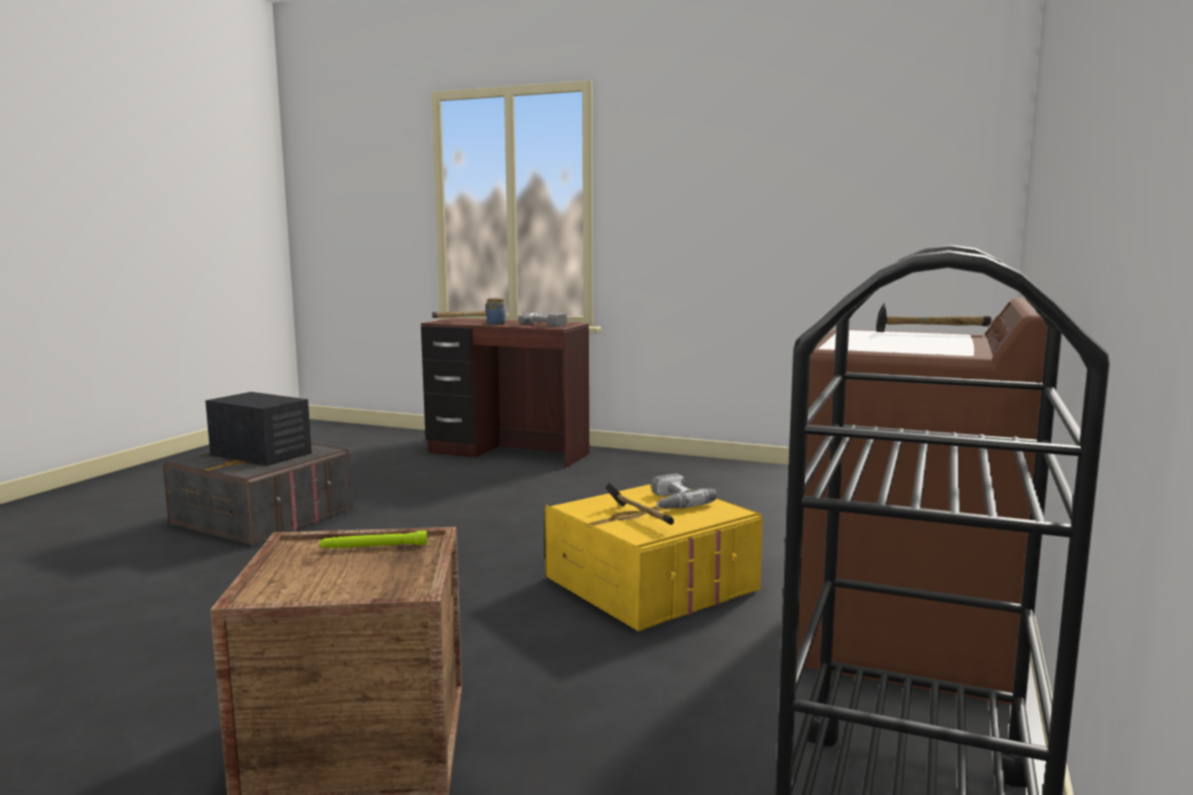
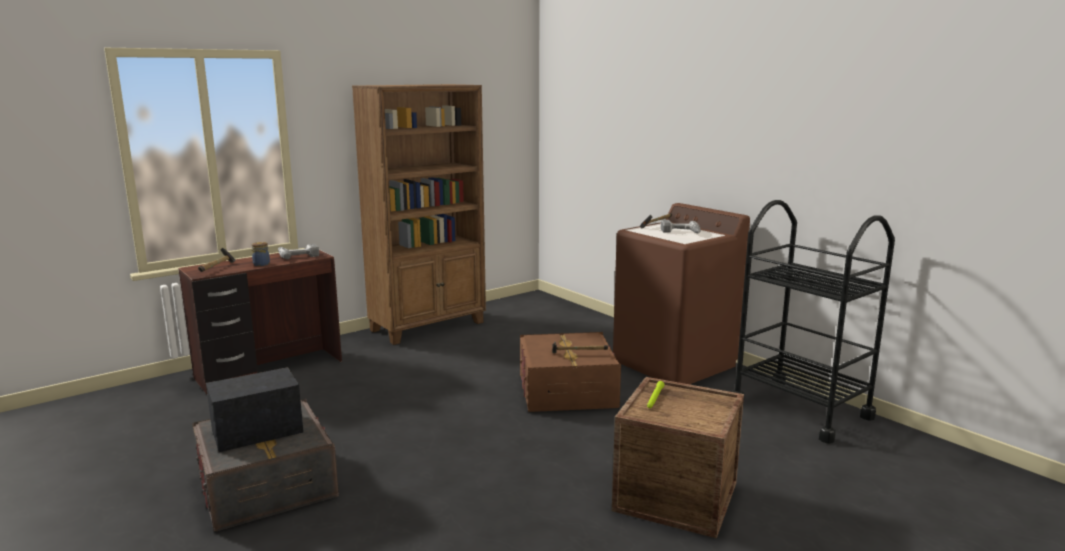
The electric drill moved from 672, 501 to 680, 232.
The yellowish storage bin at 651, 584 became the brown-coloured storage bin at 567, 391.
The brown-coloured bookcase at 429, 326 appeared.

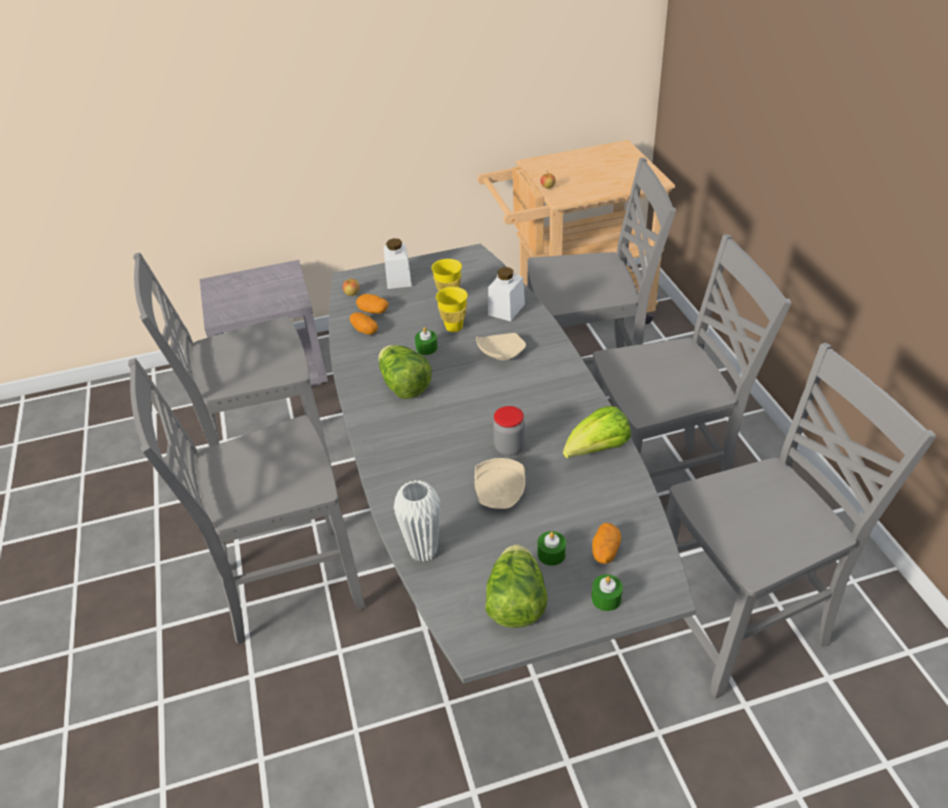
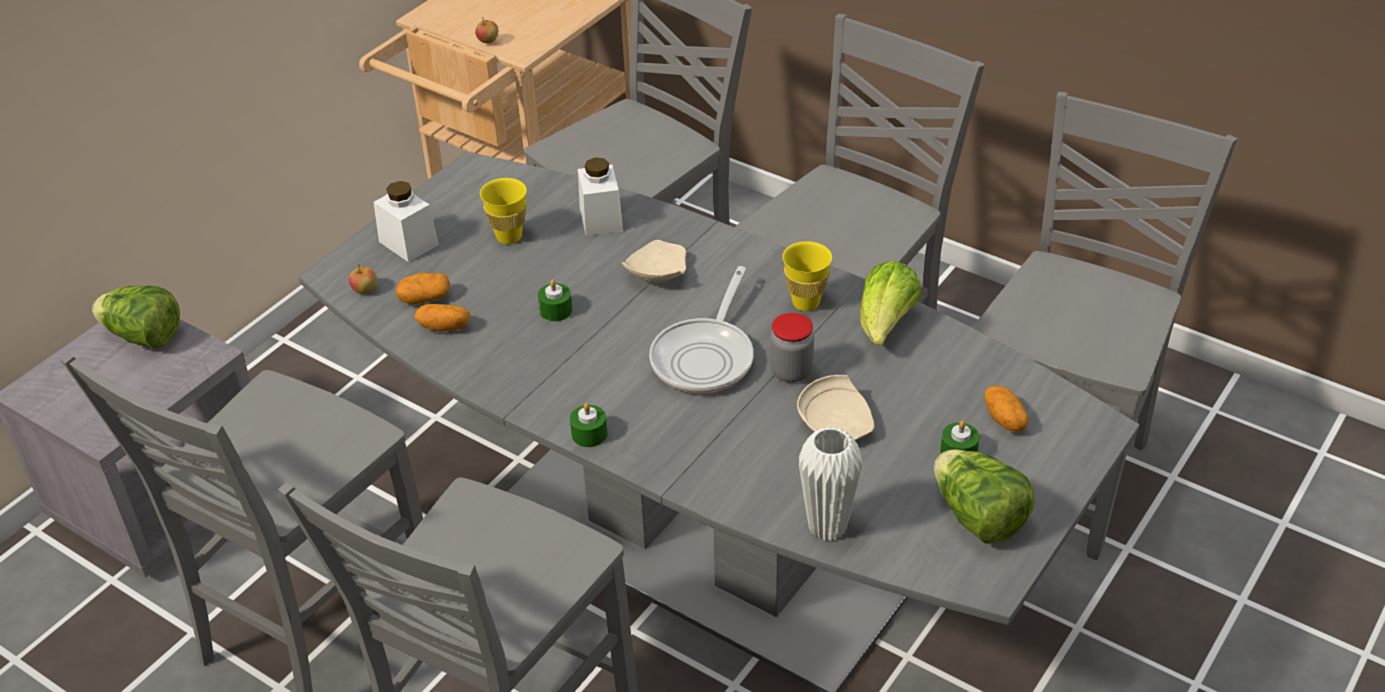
The yellowish cup moved from 454, 327 to 806, 303.
The head of lettuce moved from 404, 386 to 144, 337.
The greenish wax light moved from 606, 598 to 589, 434.
The pan at 706, 356 appeared.

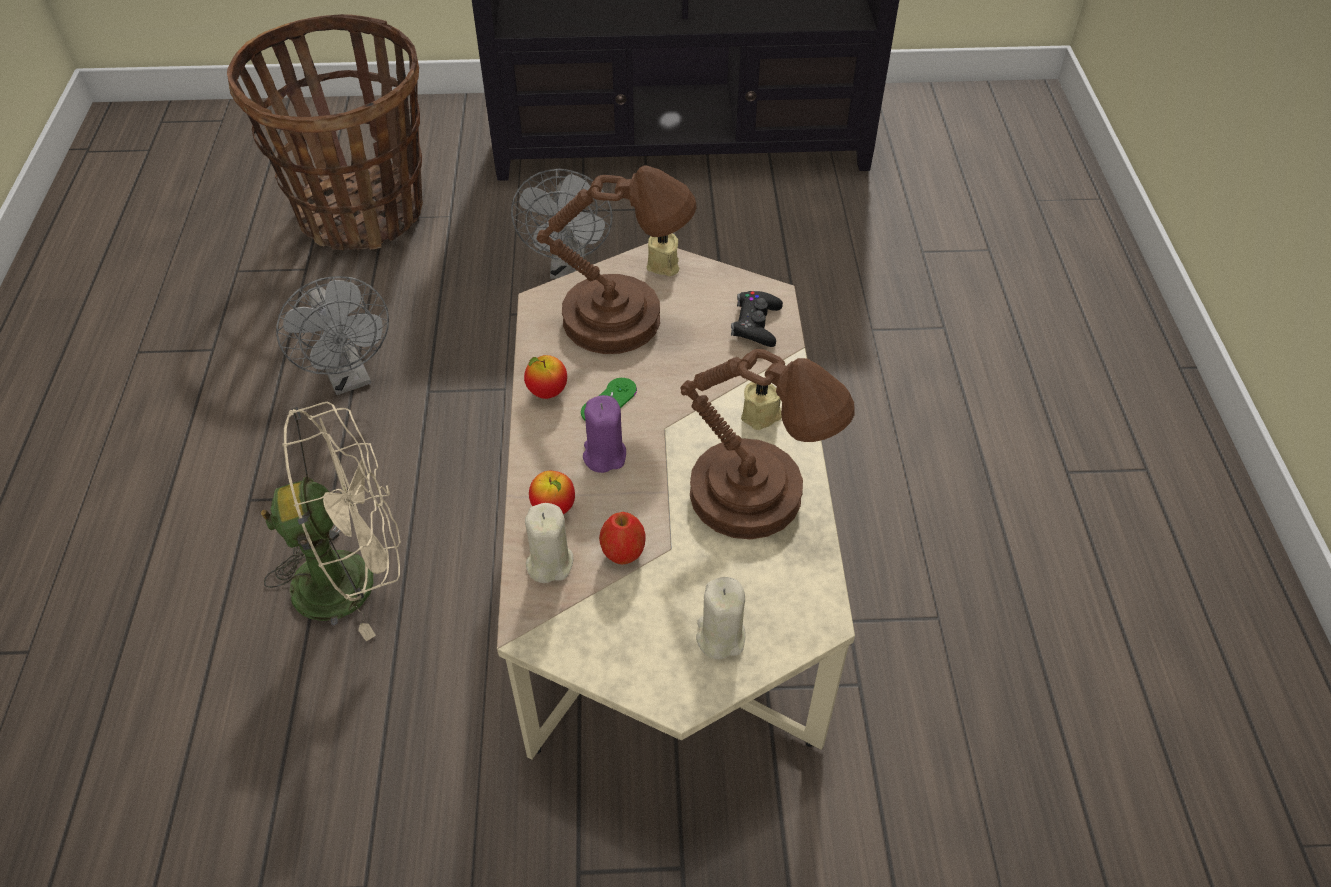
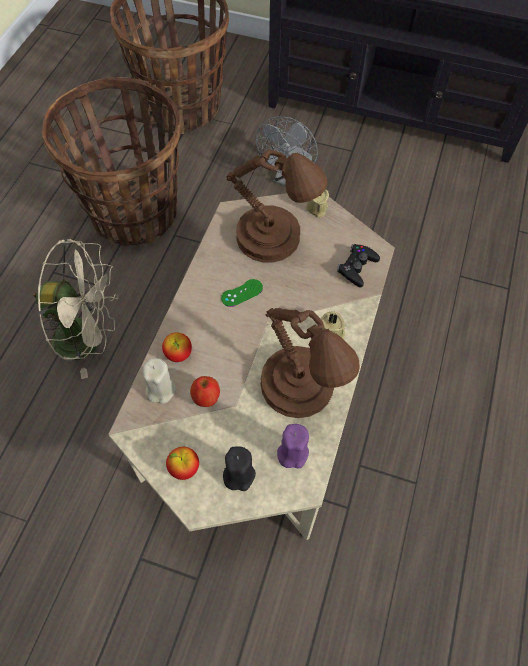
The gray electric fan at 349, 377 was replaced by the basket at 134, 213.
The whole apple moved from 547, 392 to 184, 468.
The purple wax light moved from 604, 455 to 292, 453.
The sand-coloured wax light at 720, 636 became the black-coloured wax light at 239, 474.

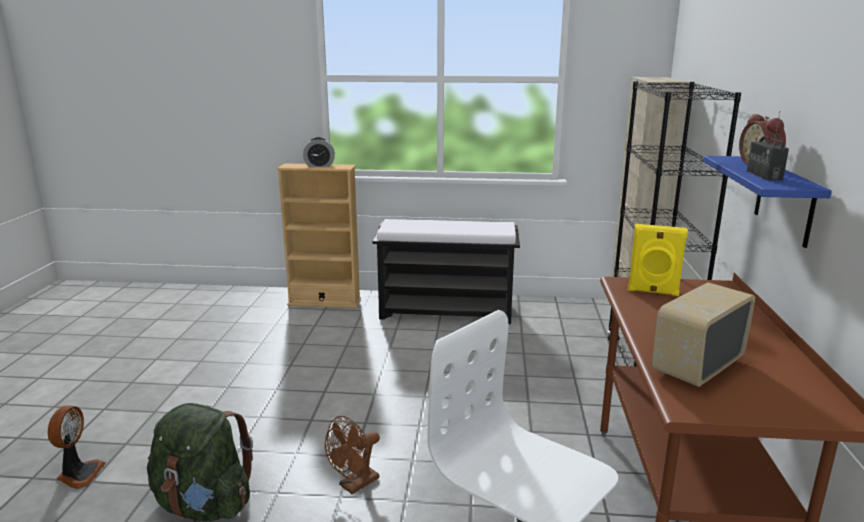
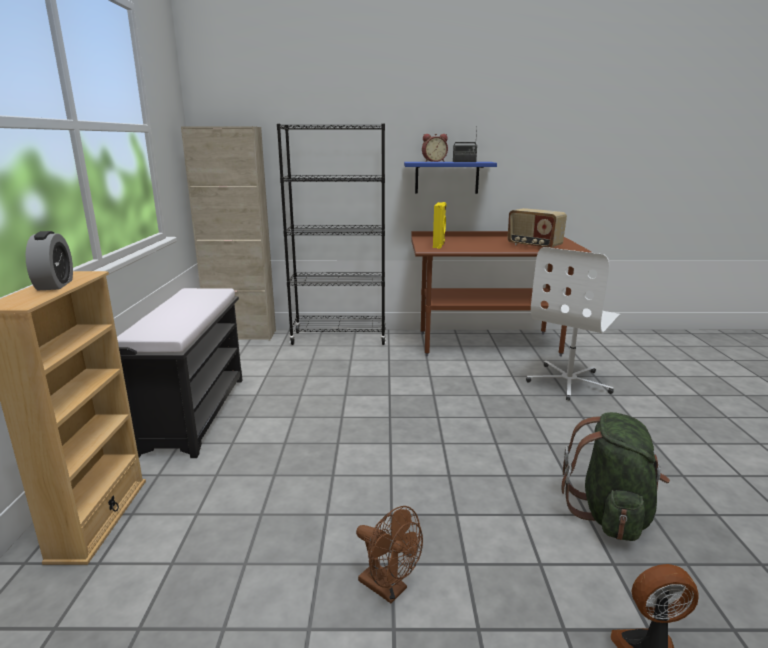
The brown-coloured electric fan moved from 354, 485 to 389, 588.

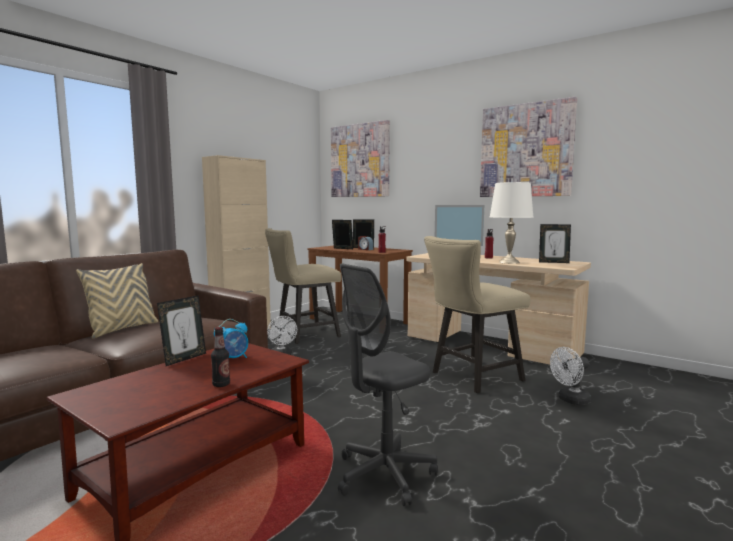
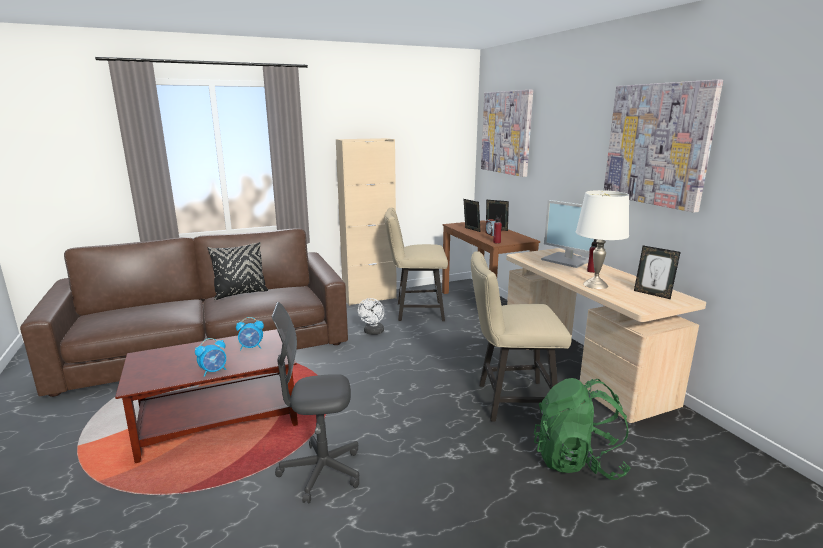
The sand-coloured throw pillow at 122, 329 became the black-coloured throw pillow at 240, 293.
The picture frame at 184, 359 disappeared.
The drink bottle at 221, 384 was replaced by the table clock at 214, 371.
The white electric fan at 570, 400 was replaced by the greenish knapsack at 577, 461.

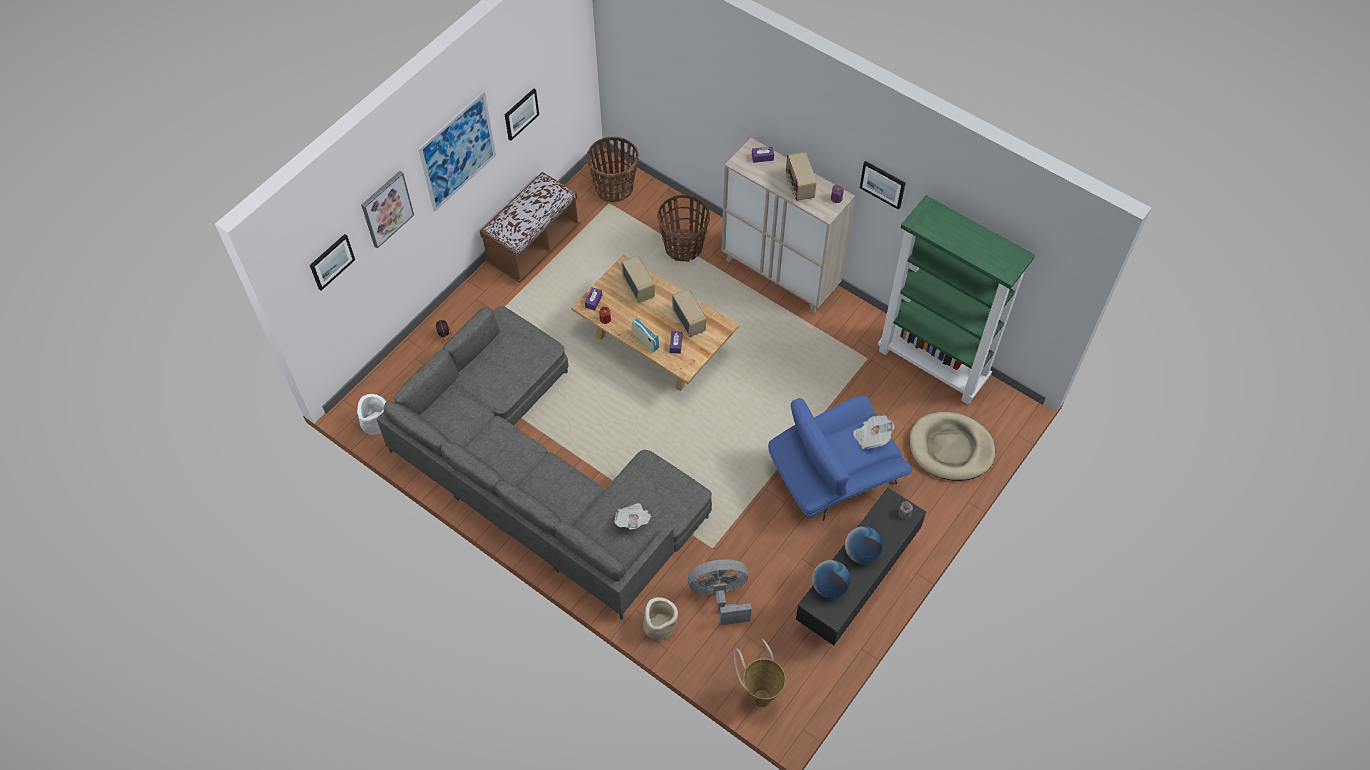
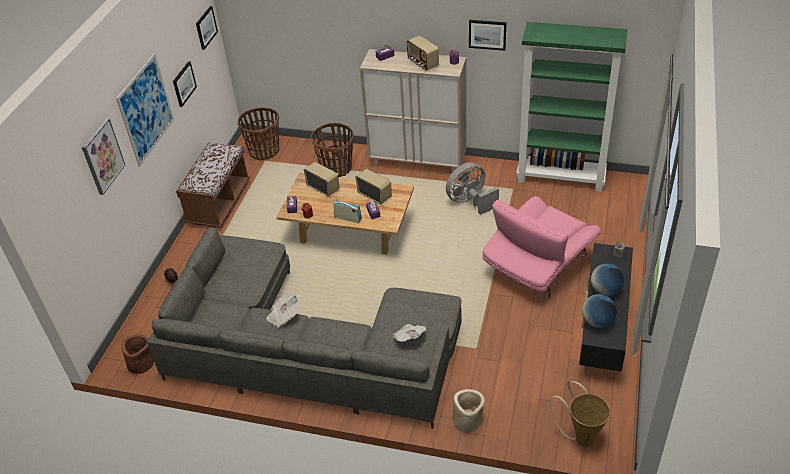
The picture moved from 331, 261 to 206, 27.
The white plant pot at 376, 423 became the brown-coloured plant pot at 141, 364.
The blue-coloured lounge chair at 834, 476 became the pinkish lounge chair at 538, 267.
The sand-coloured dog bed at 951, 448 disappeared.
The daily paper moved from 872, 437 to 284, 316.
The gray electric fan moved from 720, 596 to 470, 202.

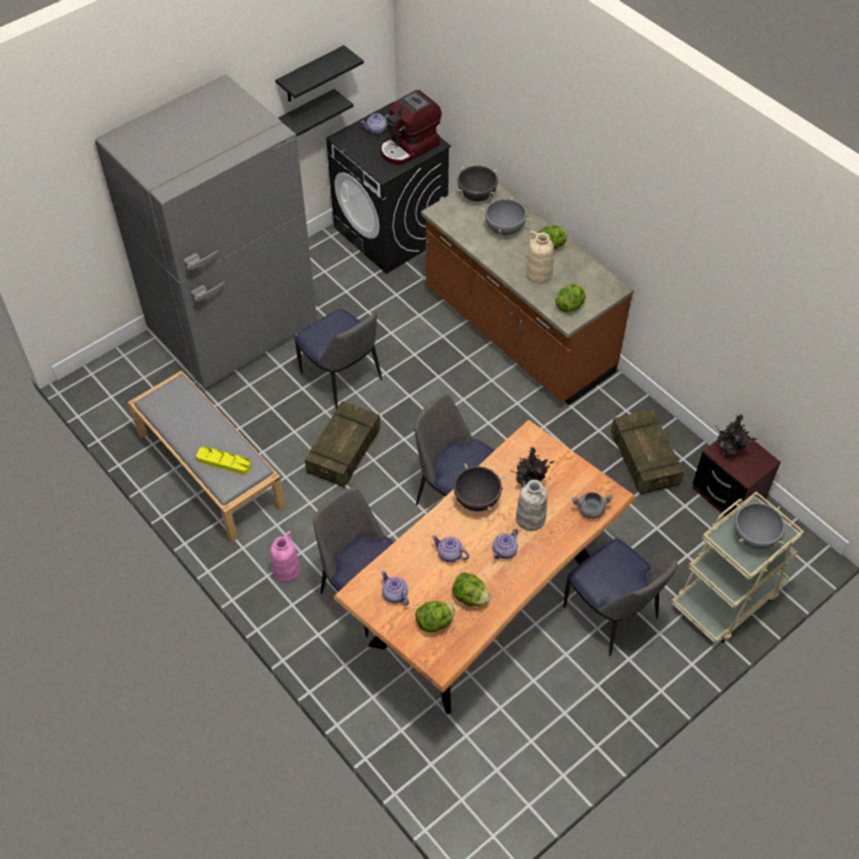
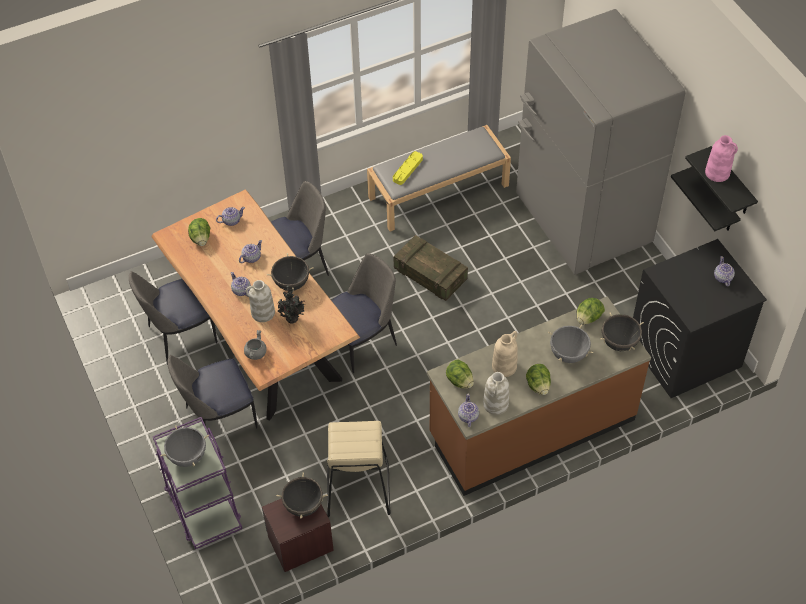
The coffee maker at 409, 148 disappeared.
The chair moved from 342, 379 to 180, 336.
The packing crate at 644, 460 was replaced by the sand-coloured stool seat at 357, 488.
The potted plant at 729, 451 was replaced by the black-coloured saucepot at 303, 505.
The sand-coloured trolley at 726, 598 became the purple trolley at 203, 506.
The pinkish flower vase moved from 286, 570 to 718, 173.
The head of lettuce moved from 470, 597 to 588, 318.
The white flower vase at 496, 405 appeared.
The teapot at 468, 416 appeared.

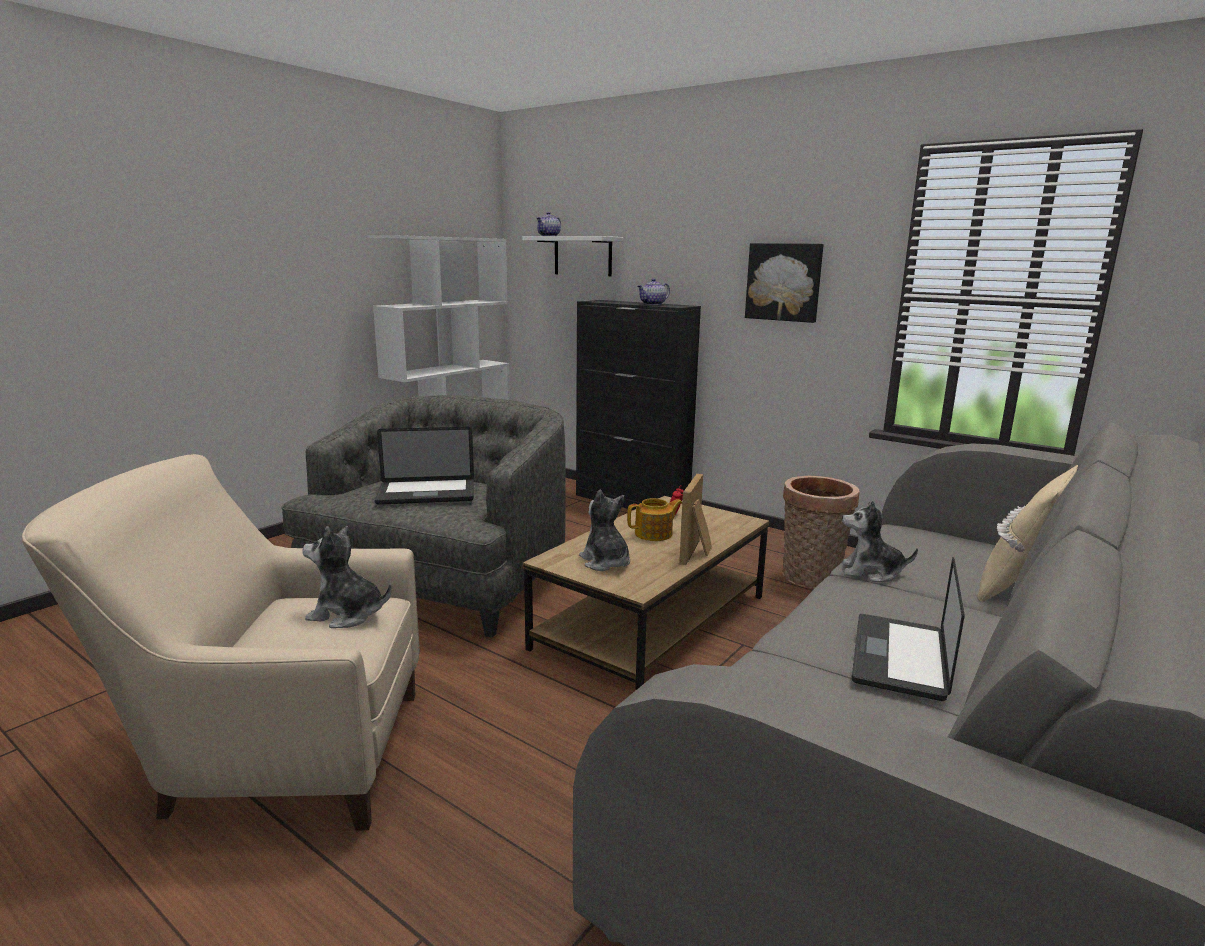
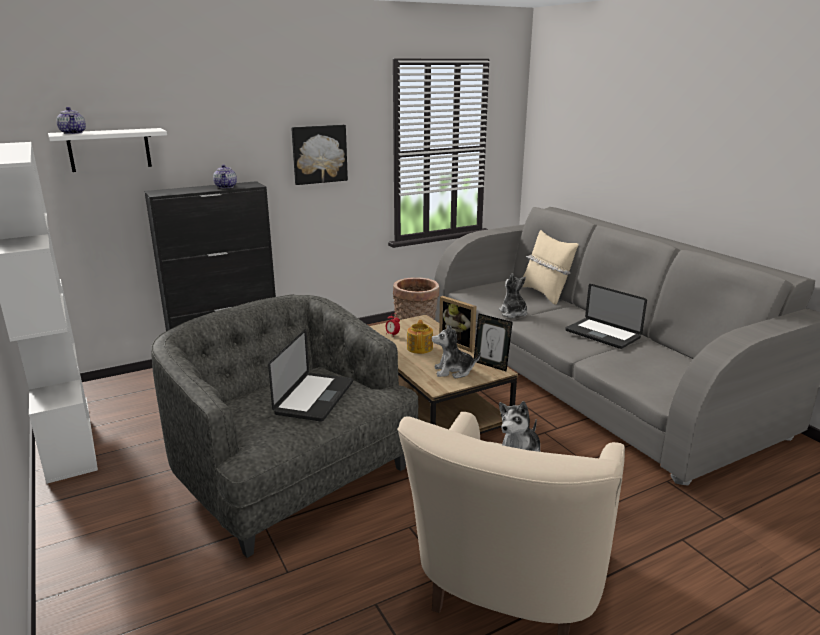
The plush toy at 871, 572 turned 120 degrees clockwise.
The picture frame at 491, 365 appeared.

